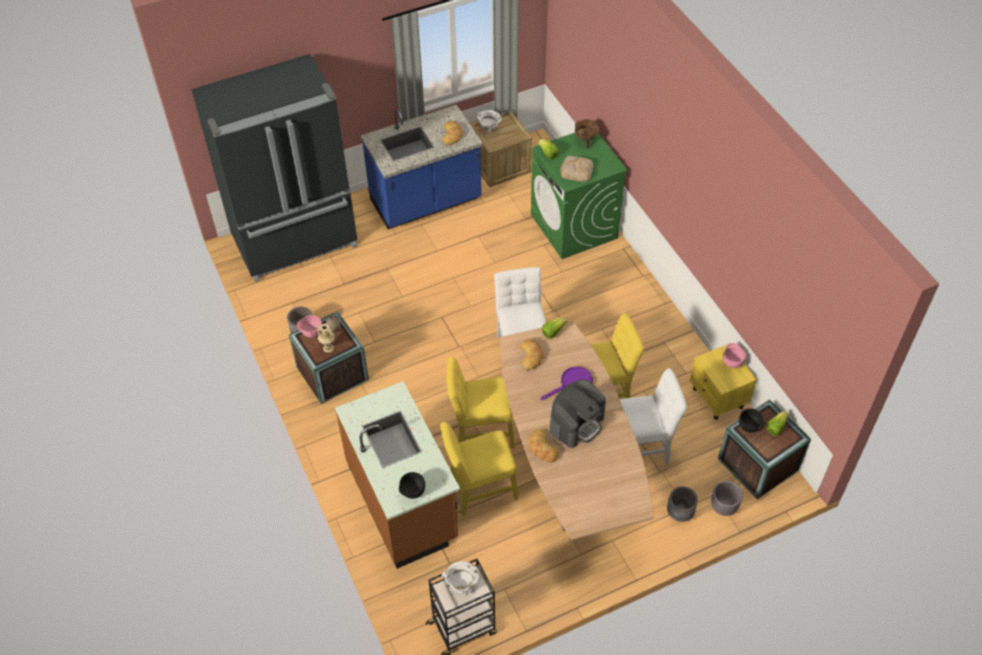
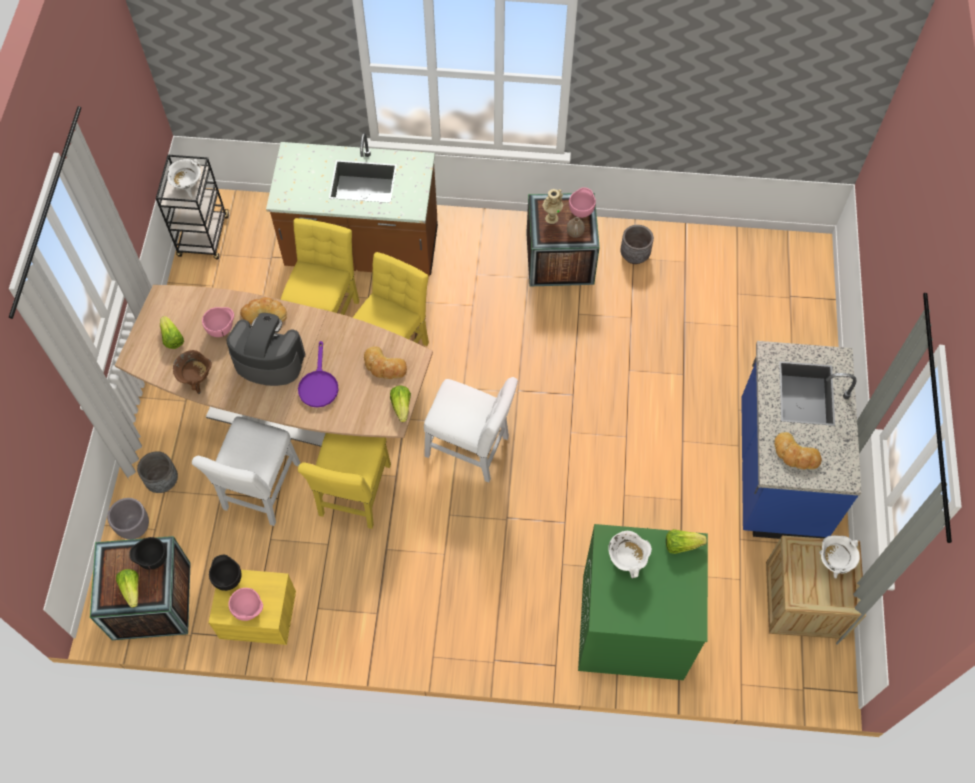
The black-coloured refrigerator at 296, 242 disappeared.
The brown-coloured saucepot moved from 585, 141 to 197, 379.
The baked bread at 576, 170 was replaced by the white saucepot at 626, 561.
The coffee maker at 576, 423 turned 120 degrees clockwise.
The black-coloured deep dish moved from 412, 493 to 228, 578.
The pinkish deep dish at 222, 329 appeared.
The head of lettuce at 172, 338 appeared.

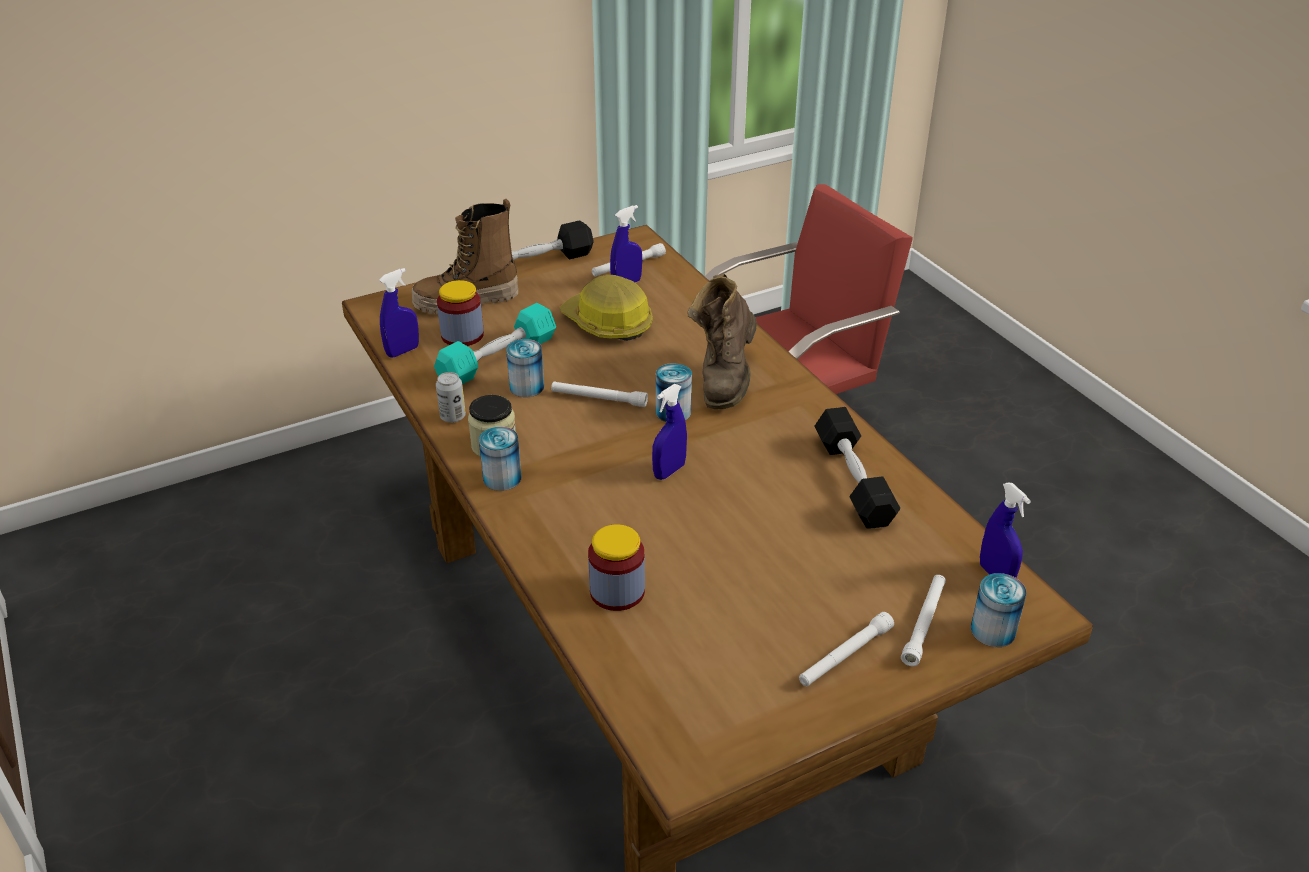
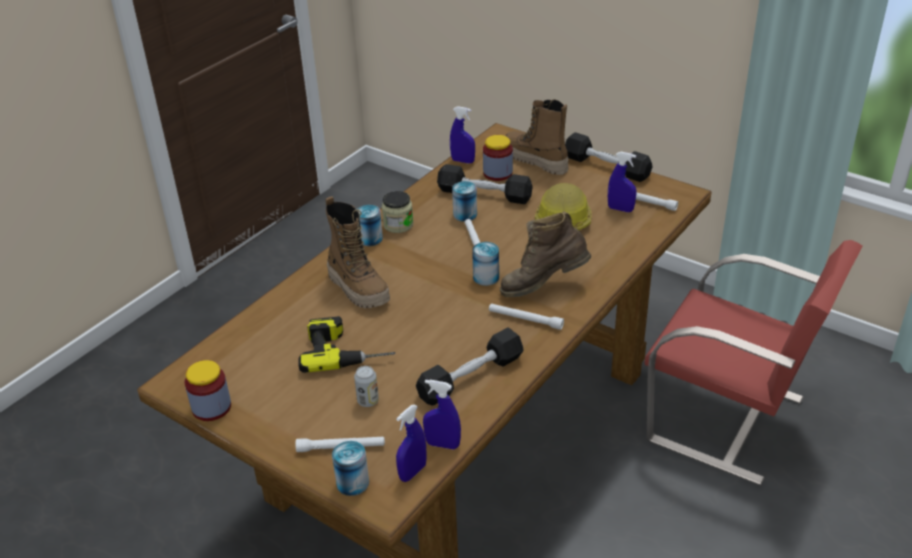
The turquoise-coloured free weight at 498, 359 became the black-coloured free weight at 484, 194.
The metal can moved from 453, 417 to 368, 401.
The blue-coloured sprayer moved from 669, 471 to 442, 444.
The storage jar moved from 617, 591 to 211, 407.
The white flashlight moved from 845, 656 to 525, 320.
The boot at 358, 288 appeared.
The electric drill at 347, 349 appeared.

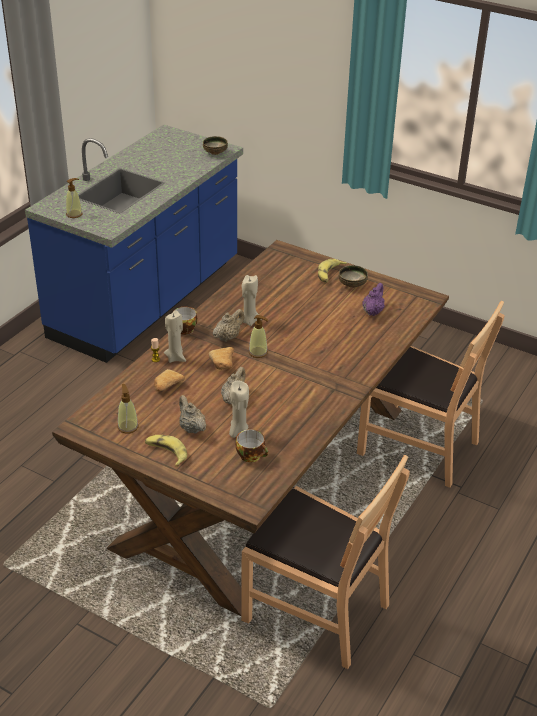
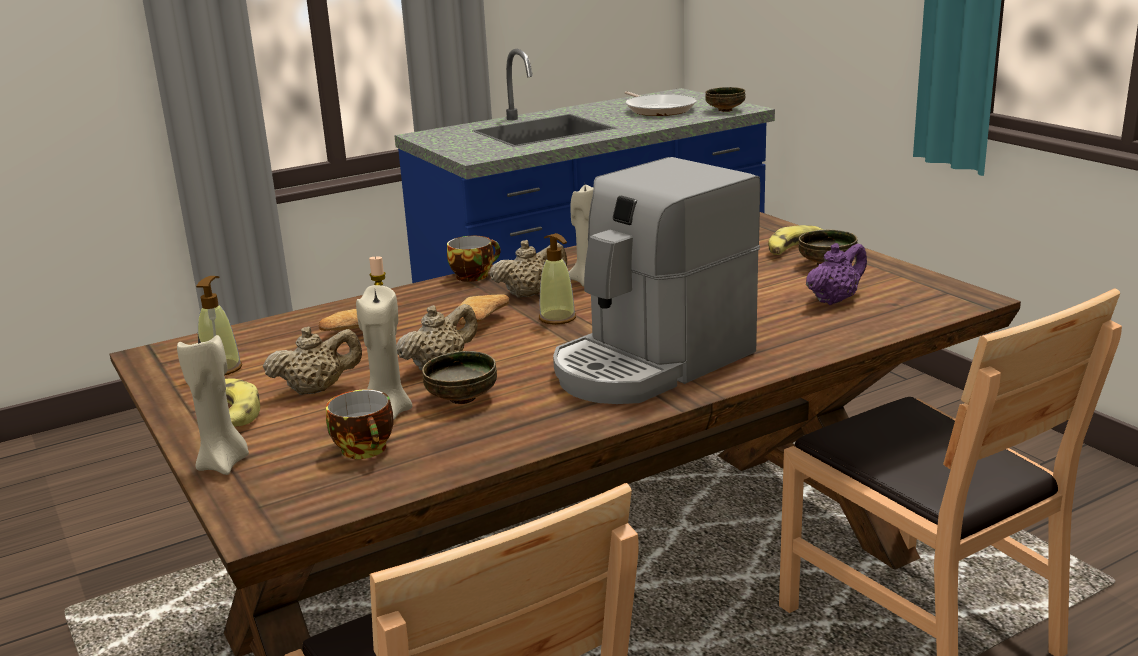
The soap bottle at 74, 214 disappeared.
The sand-coloured wax light moved from 175, 358 to 224, 464.
The sand-coloured teapot at 191, 428 turned 75 degrees clockwise.
The pan at 658, 109 appeared.
The coffee maker at 651, 364 appeared.
The deep dish at 462, 399 appeared.

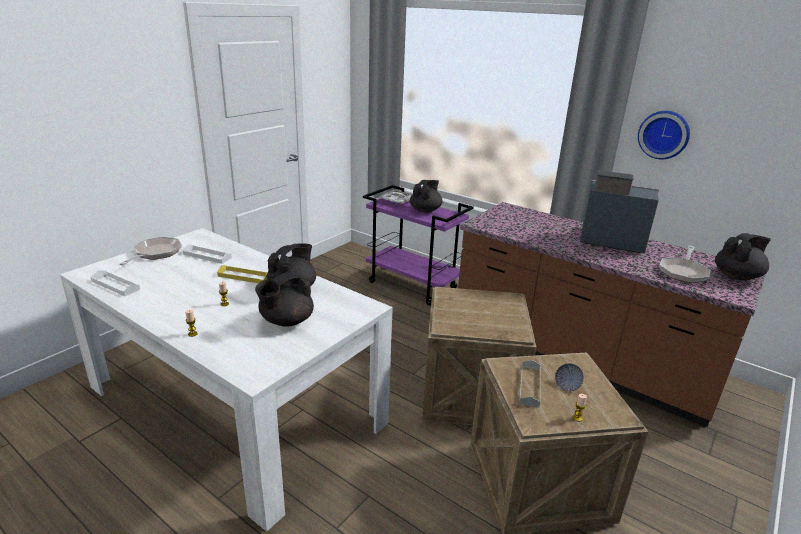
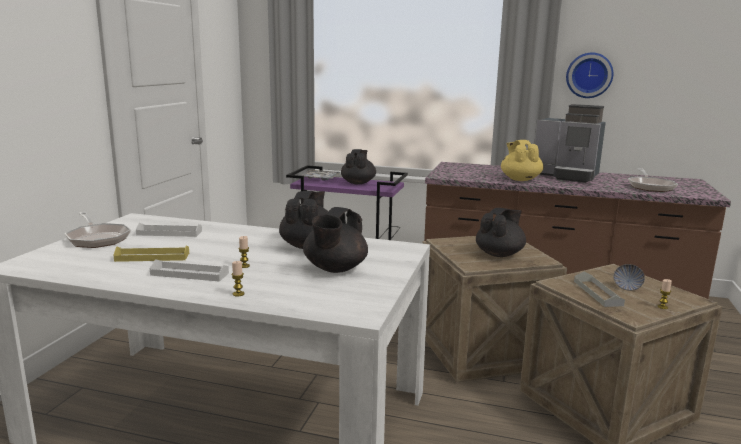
The coffee maker at 608, 241 turned 150 degrees counterclockwise.
The black-coloured teapot moved from 737, 276 to 499, 254.
The pan at 155, 253 turned 150 degrees clockwise.
The yellowish carrying tray moved from 244, 276 to 152, 257.
The white carrying tray moved from 115, 285 to 189, 274.
The yellowish teapot at 520, 179 appeared.

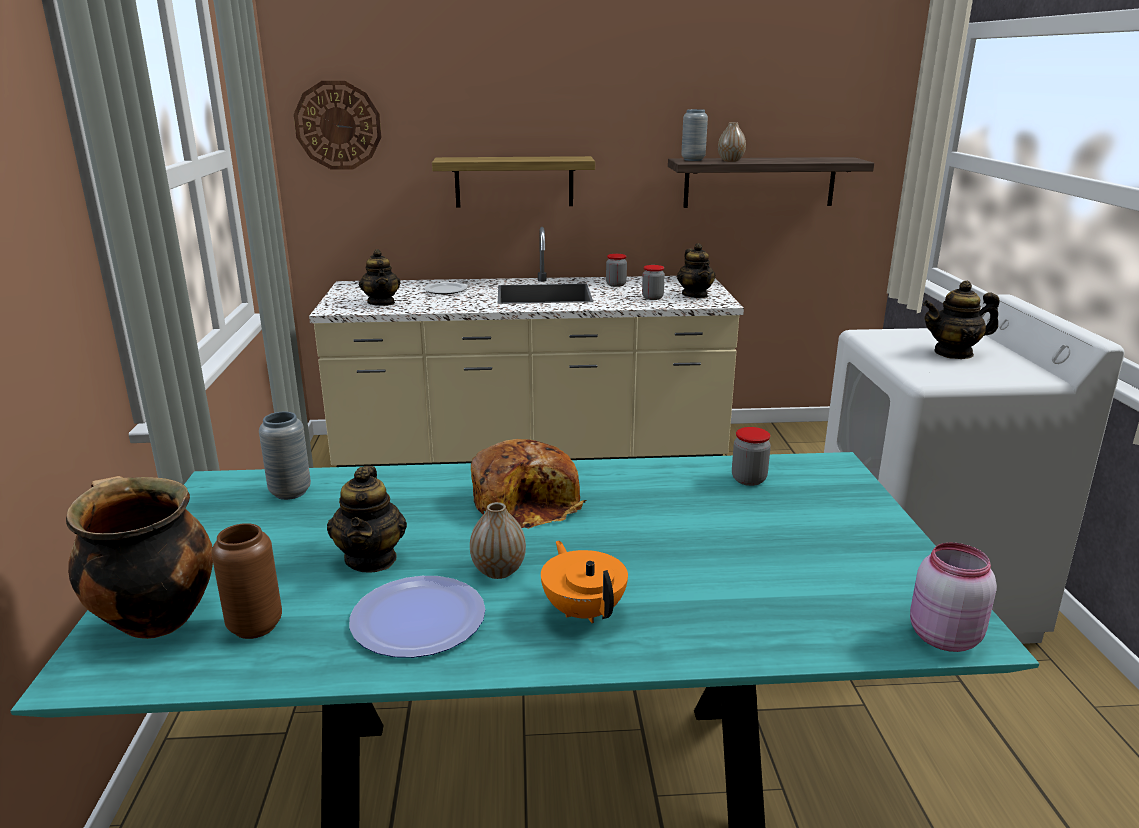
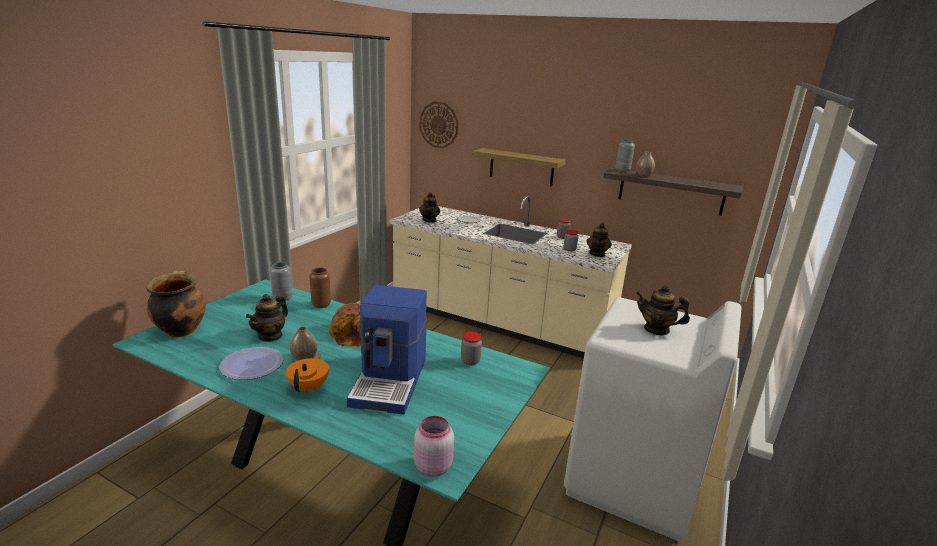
The brown-coloured flower vase moved from 255, 626 to 321, 305.
The coffee maker at 391, 381 appeared.

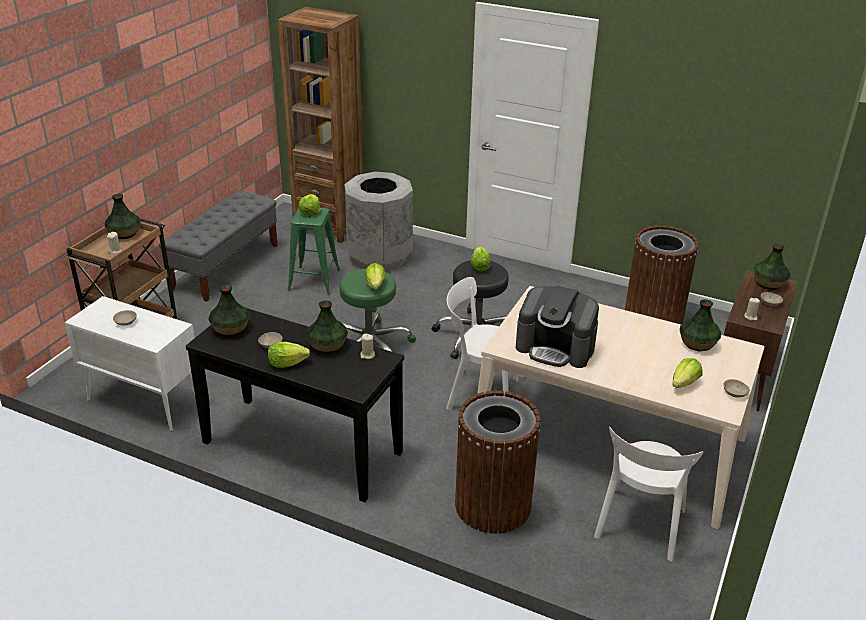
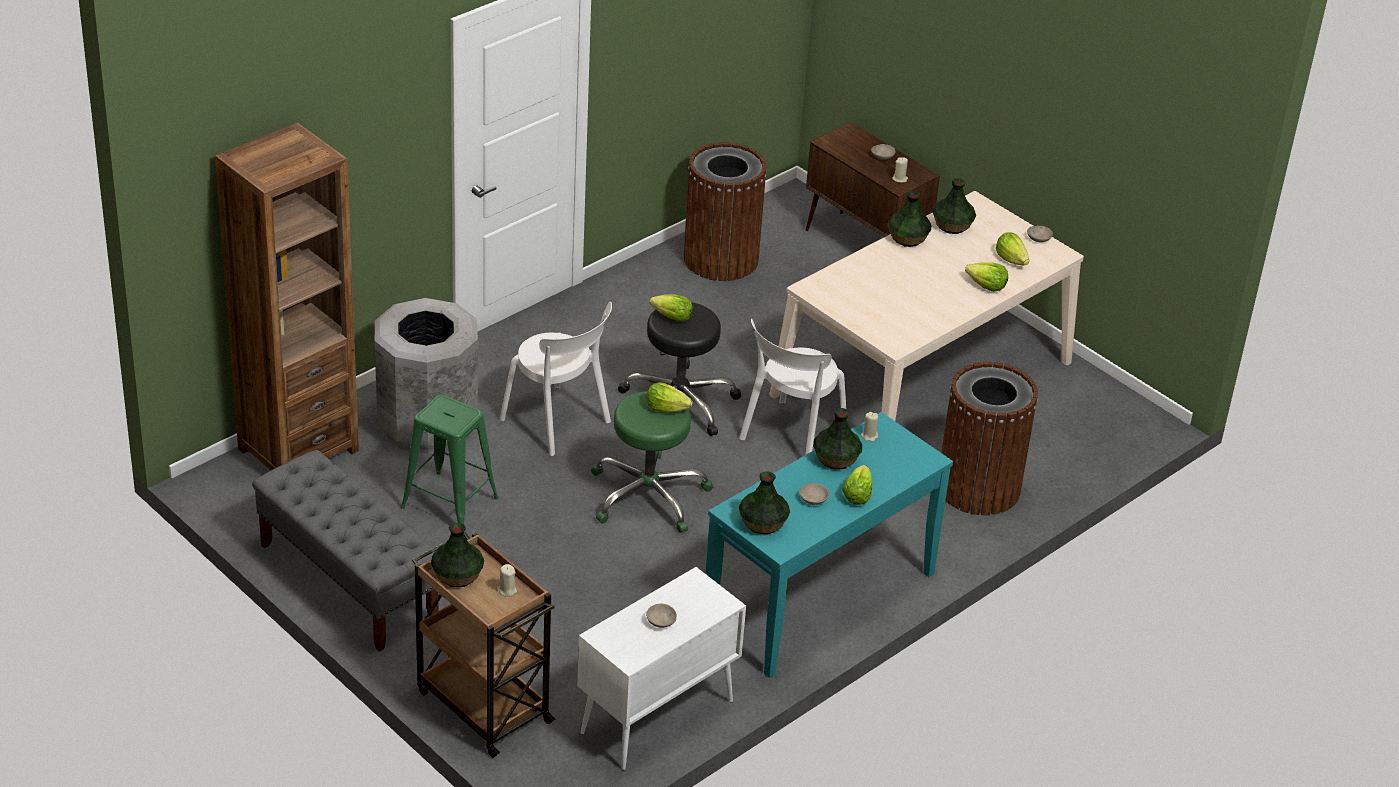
The head of lettuce moved from 310, 212 to 986, 286.
The flower vase moved from 768, 283 to 907, 238.
The coffee maker at 555, 347 disappeared.
The black-coloured console table at 301, 448 became the turquoise-coloured console table at 820, 599.
The white chair moved from 639, 527 to 558, 423.

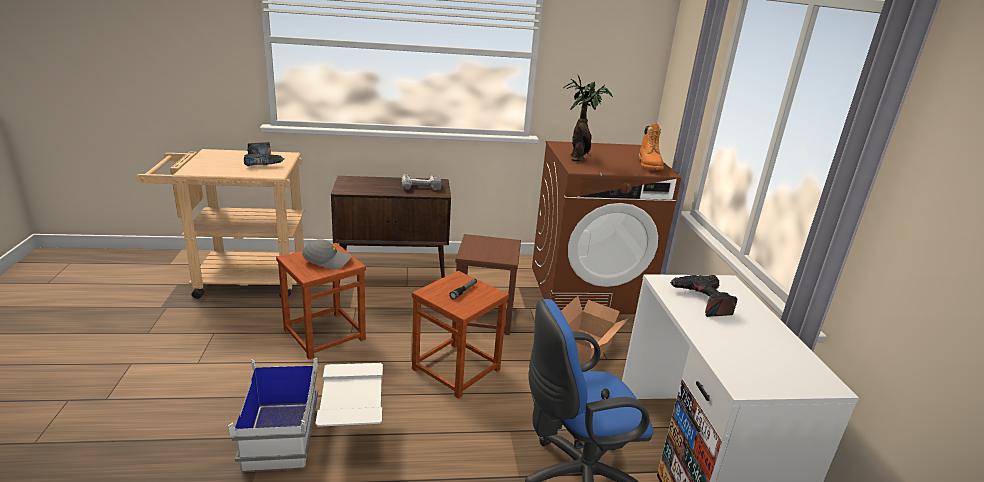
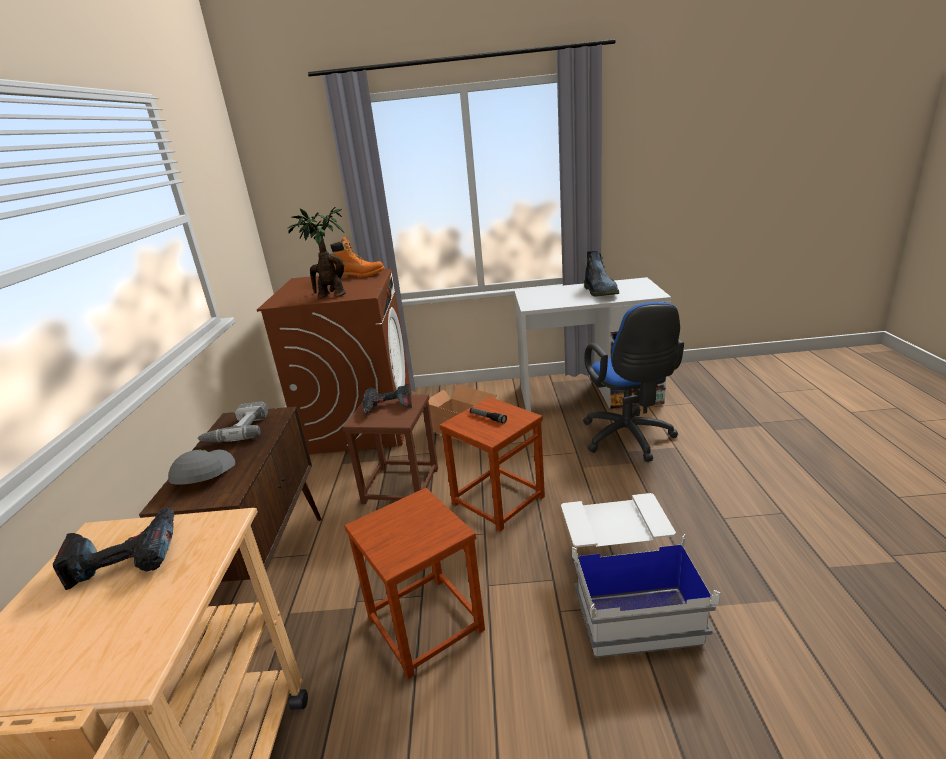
The gray cap moved from 327, 260 to 203, 474.
The electric drill moved from 702, 301 to 388, 406.
The boot at 600, 292 appeared.

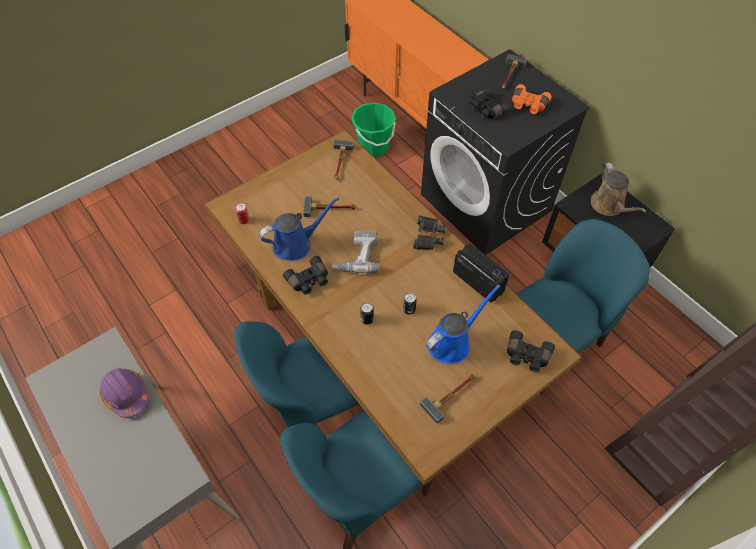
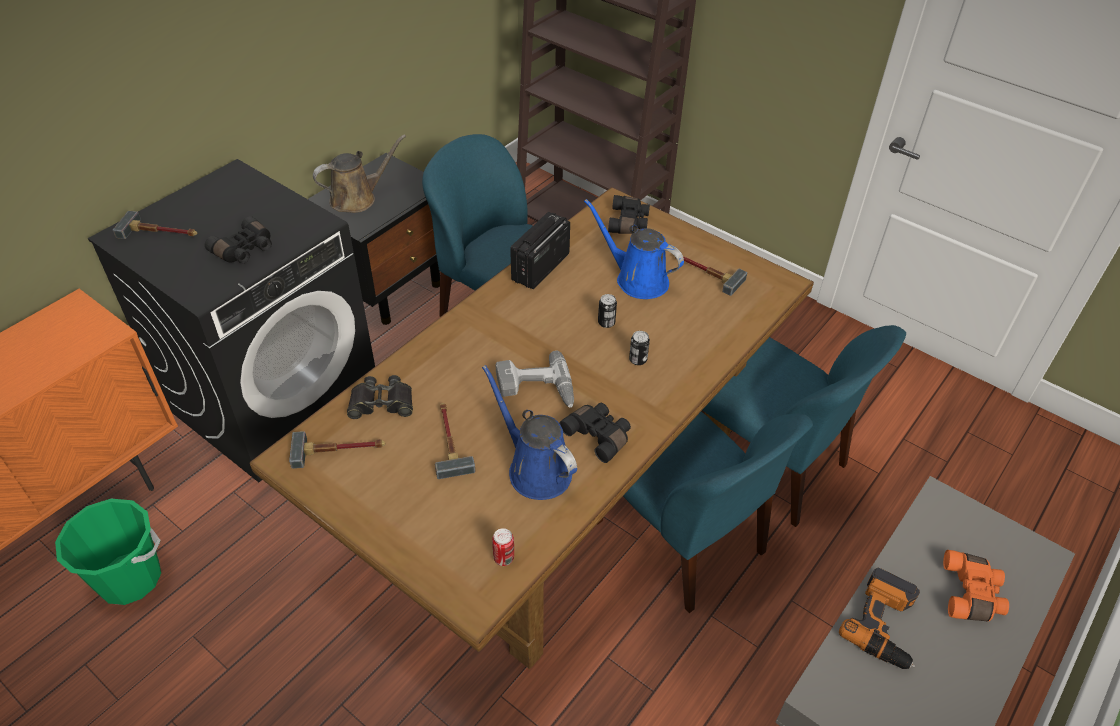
The orangey binoculars moved from 528, 105 to 972, 594.
The black-coloured binoculars moved from 428, 236 to 381, 403.
The purple safety helmet at 126, 395 was replaced by the electric drill at 885, 625.

